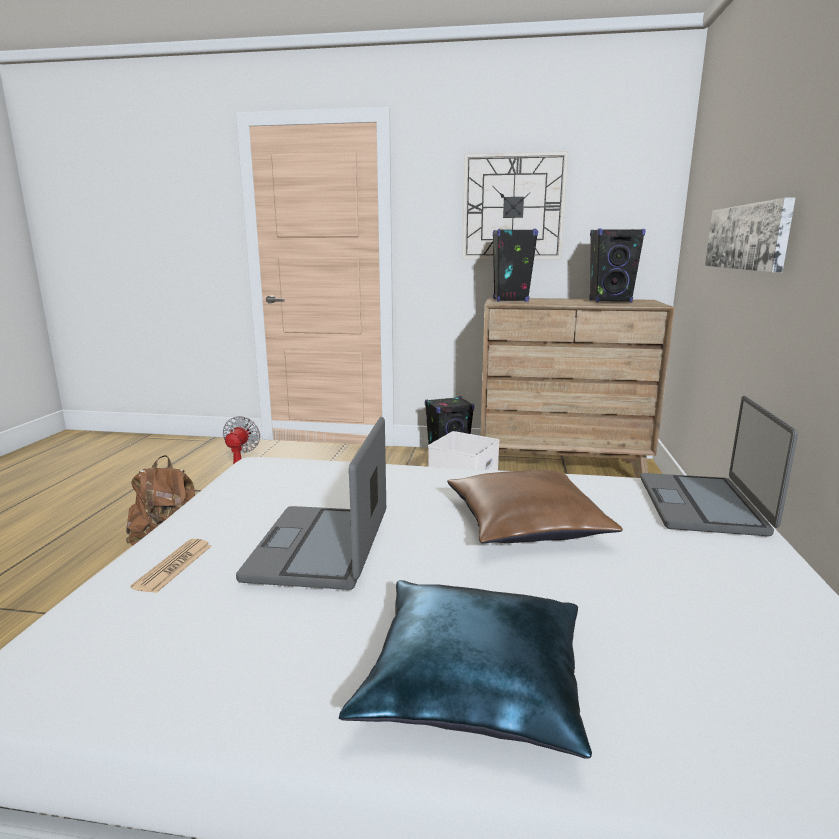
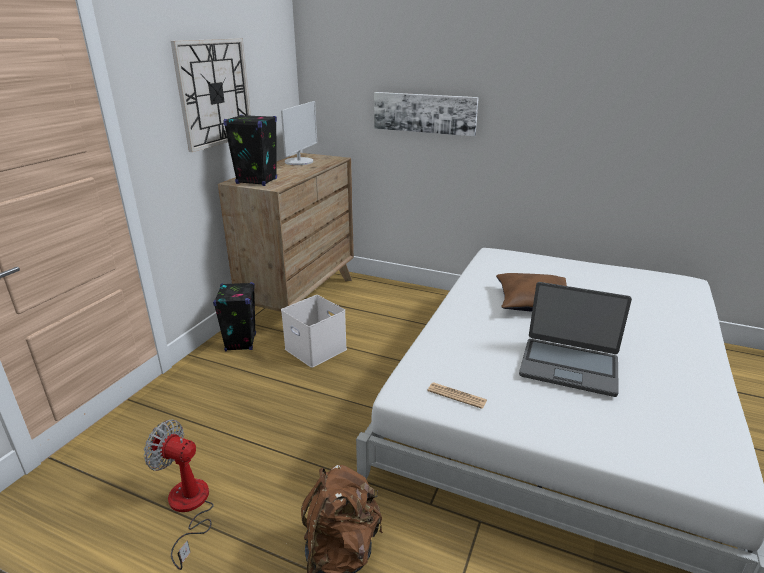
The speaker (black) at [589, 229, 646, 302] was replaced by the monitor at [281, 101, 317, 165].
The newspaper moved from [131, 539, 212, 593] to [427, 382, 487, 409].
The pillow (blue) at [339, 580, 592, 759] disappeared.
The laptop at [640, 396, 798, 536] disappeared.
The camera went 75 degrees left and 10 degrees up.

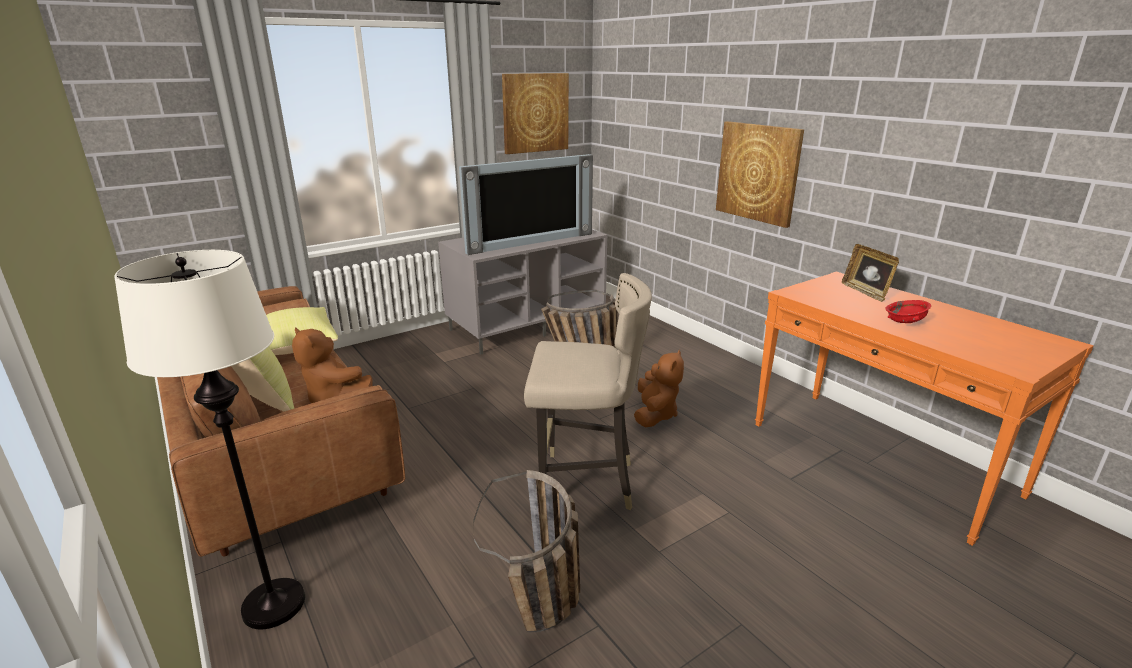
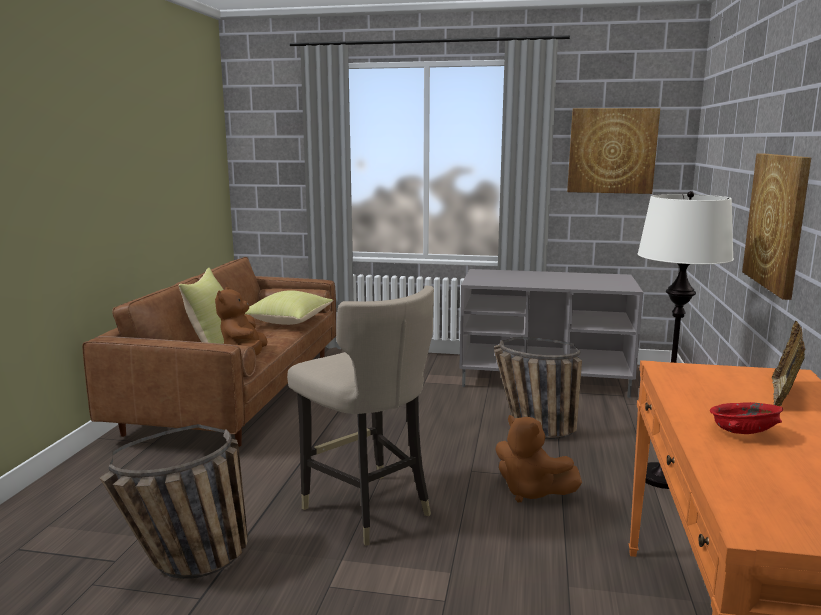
The plush toy (brown) at [634, 350, 684, 427] turned 75 degrees clockwise.
The floor lamp (white) moved from [114, 250, 305, 630] to [637, 191, 734, 489].
The television at [459, 154, 593, 255] disappeared.
The camera went 45 degrees right and 10 degrees down.

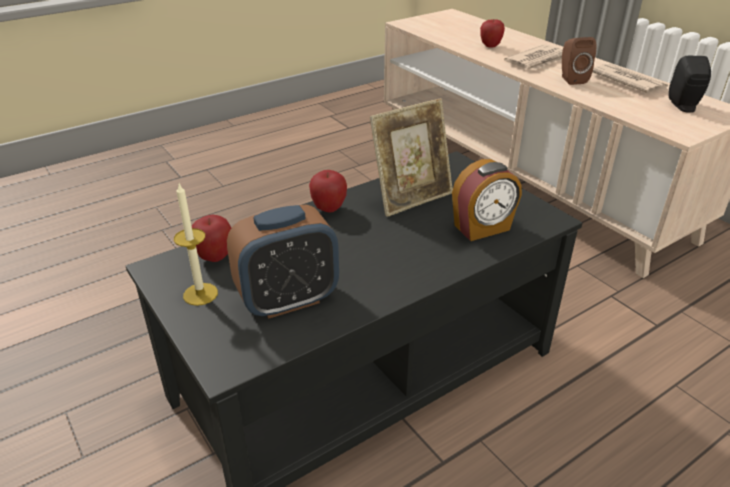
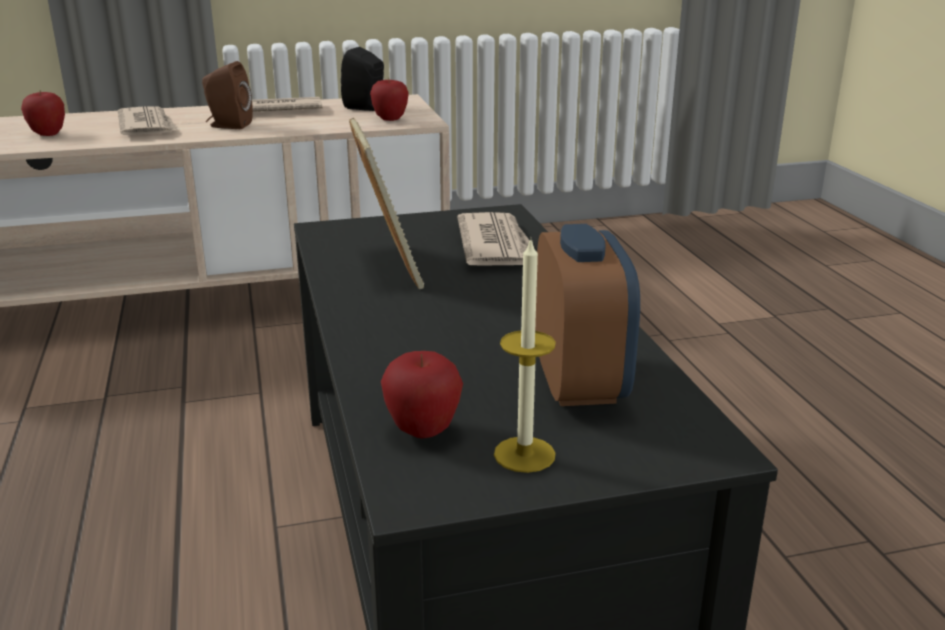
The apple moved from [309, 170, 347, 212] to [370, 78, 409, 121].
The alarm clock at [452, 159, 522, 241] was replaced by the newspaper at [457, 212, 529, 266].
The camera went 70 degrees left and 10 degrees down.

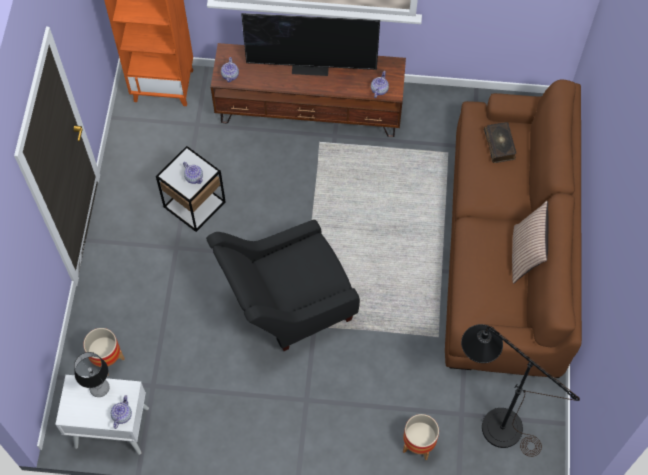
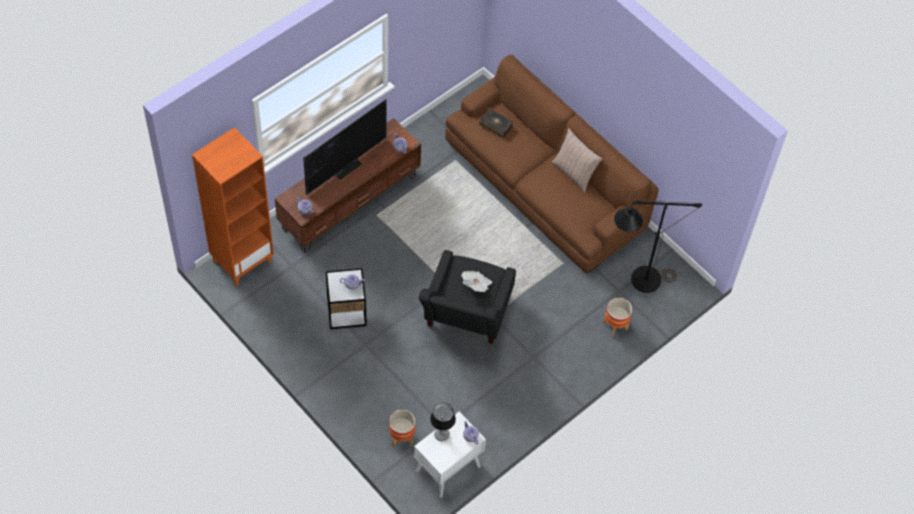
The newspaper at [461, 271, 492, 292] appeared.
The camera went 50 degrees left and 5 degrees down.

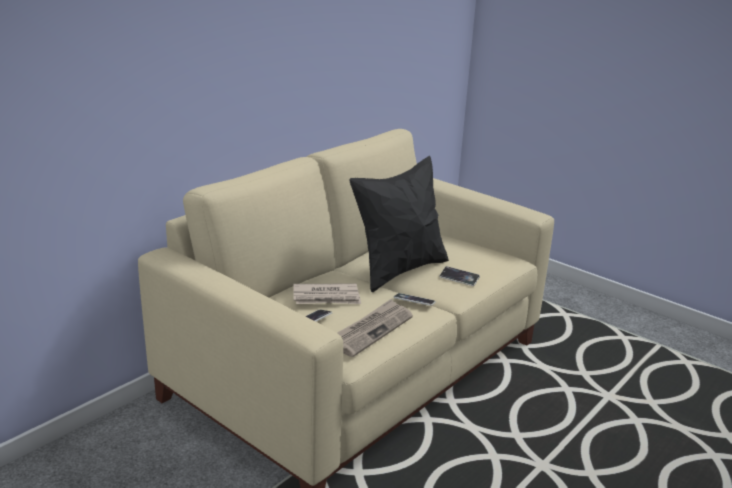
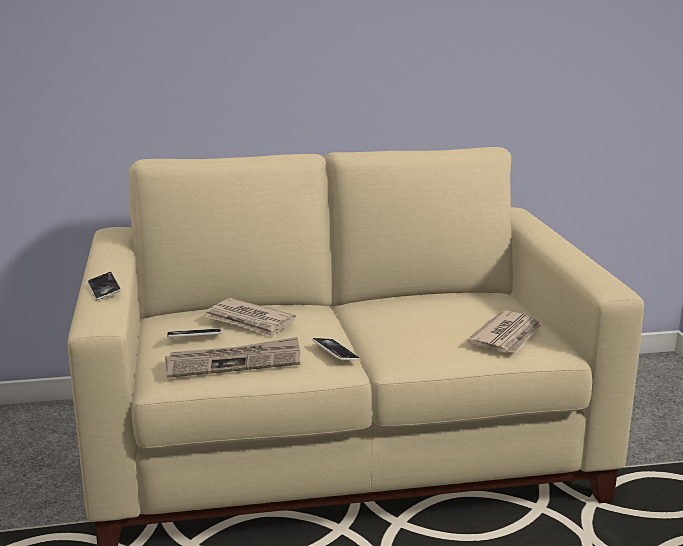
The phone moved from [439, 266, 480, 286] to [88, 272, 122, 300].
The newspaper at [467, 310, 542, 353] appeared.
The pillow (black) at [349, 156, 449, 292] disappeared.
The camera went 40 degrees right and 5 degrees down.

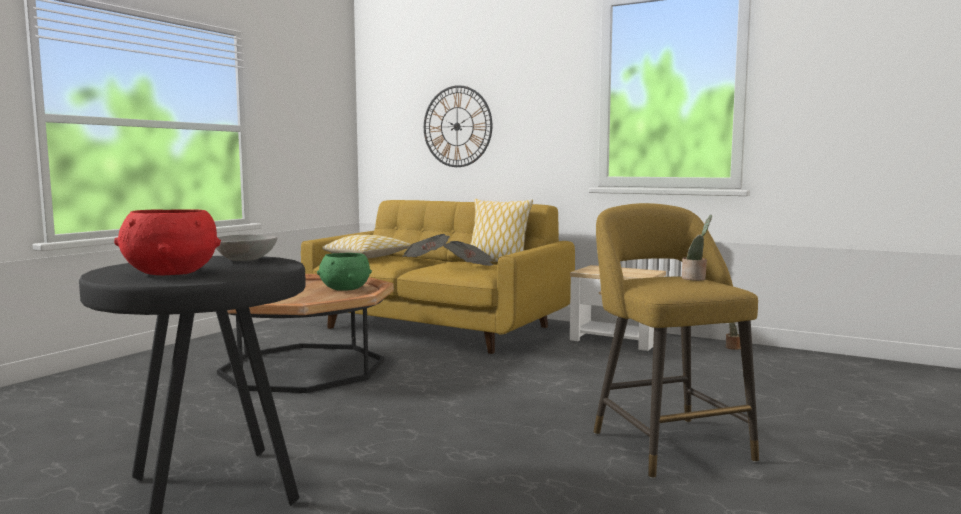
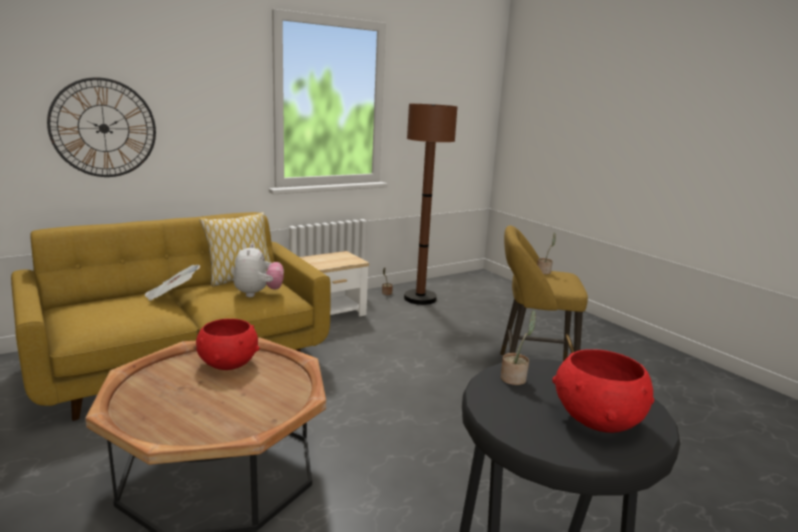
The bowl (green) at [317, 253, 372, 291] became the bowl (red) at [196, 319, 259, 370].
The newspaper at [443, 241, 494, 266] was replaced by the plush toy at [233, 244, 284, 297].
The floor lamp (brown) at [404, 104, 458, 305] appeared.
The bowl (grey) at [216, 234, 277, 261] was replaced by the potted plant at [501, 310, 536, 385].
The pillow at [322, 235, 411, 259] disappeared.
The camera went 65 degrees left and 10 degrees up.

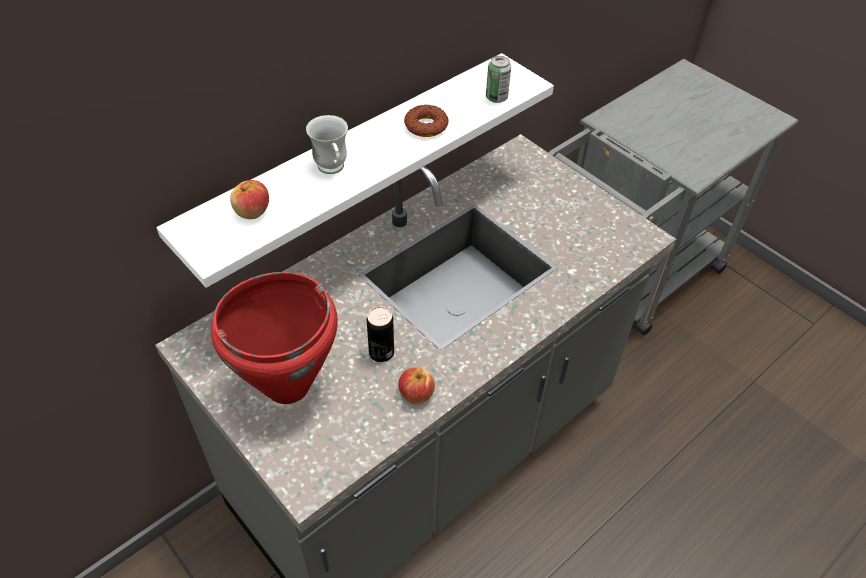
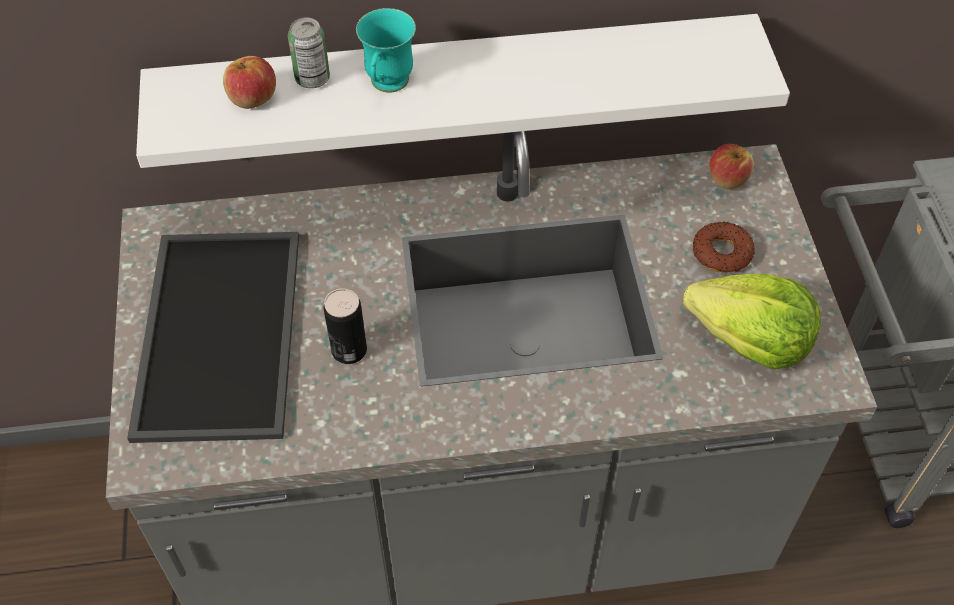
The cooking pot (red) at [211, 272, 338, 404] was replaced by the tray at [127, 232, 299, 443].
The can moved from [486, 56, 511, 103] to [288, 17, 330, 88].
The mug (white) at [306, 115, 348, 174] became the mug (turquoise) at [356, 8, 416, 93].
The lettuce at [683, 274, 821, 370] appeared.
The donut moved from [404, 104, 449, 137] to [693, 222, 755, 273].
The apple moved from [398, 367, 435, 405] to [709, 144, 754, 189].
The camera went 35 degrees right and 5 degrees up.

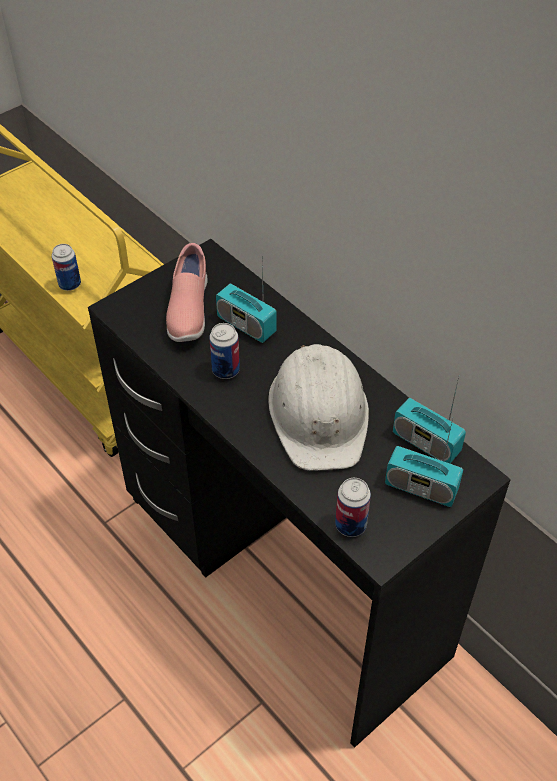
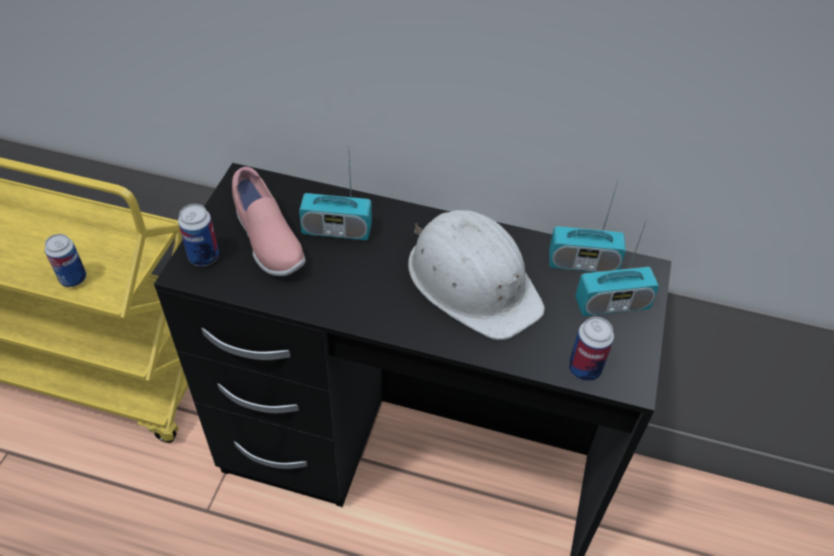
The can moved from [209, 323, 240, 379] to [178, 204, 219, 266].
The camera went 35 degrees left and 0 degrees up.

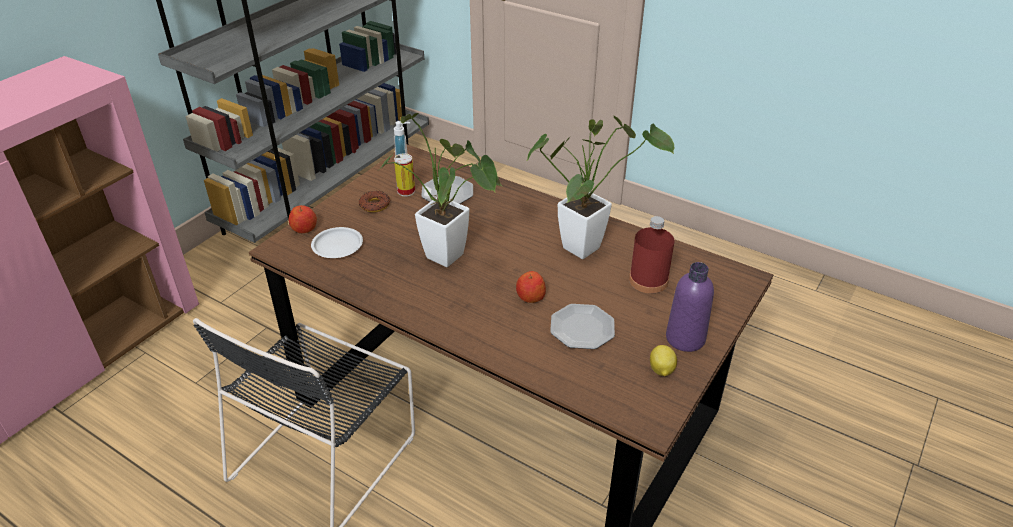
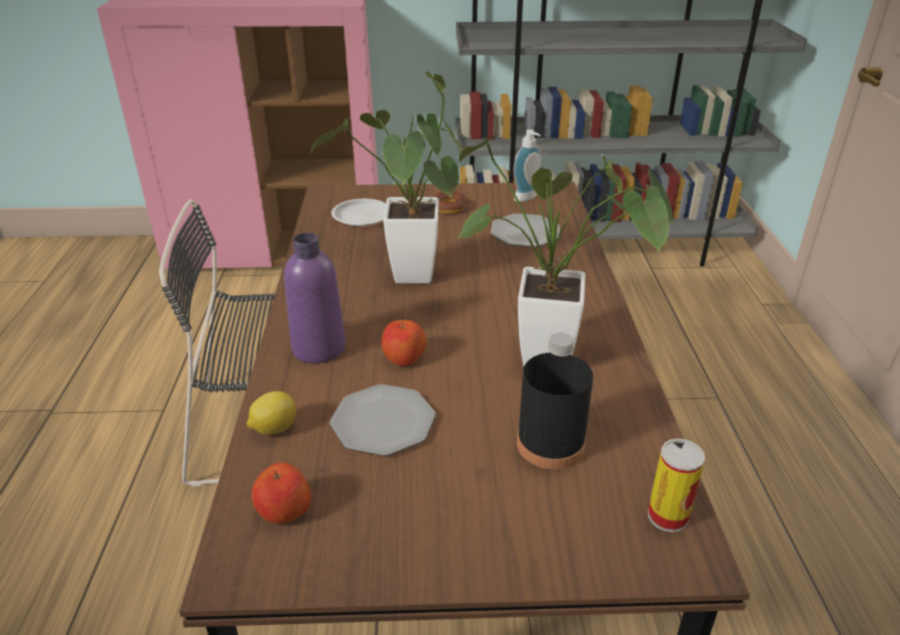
The lemon moved from [650, 345, 677, 376] to [247, 391, 296, 435].
The apple moved from [289, 205, 317, 233] to [252, 462, 311, 524].
The bottle (purple) moved from [666, 262, 714, 352] to [284, 233, 346, 363].
The bottle (red) at [629, 216, 675, 293] became the bottle (black) at [517, 332, 593, 469].
The can moved from [394, 153, 415, 197] to [648, 438, 705, 532].
The camera went 55 degrees right and 5 degrees down.

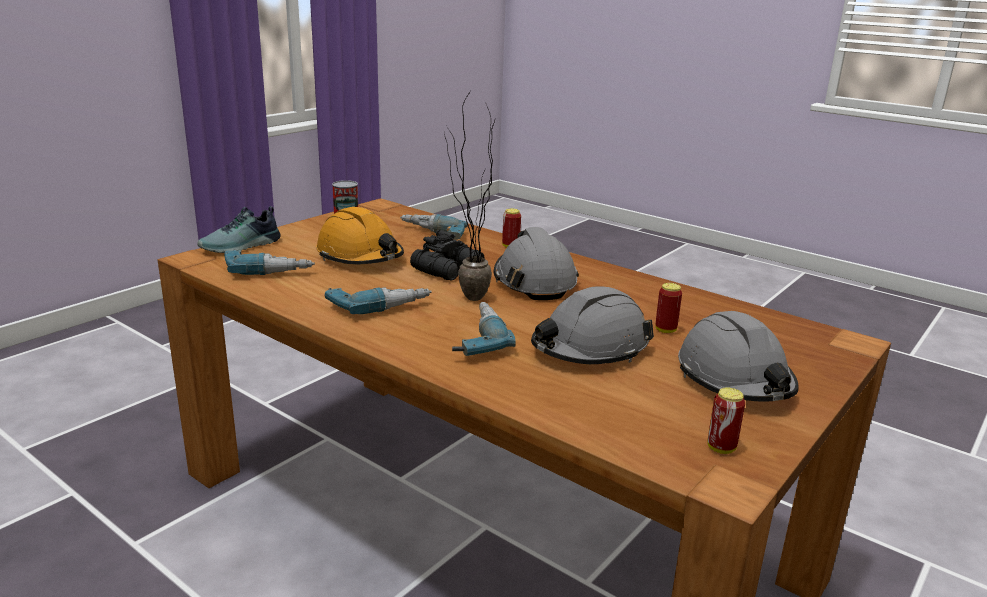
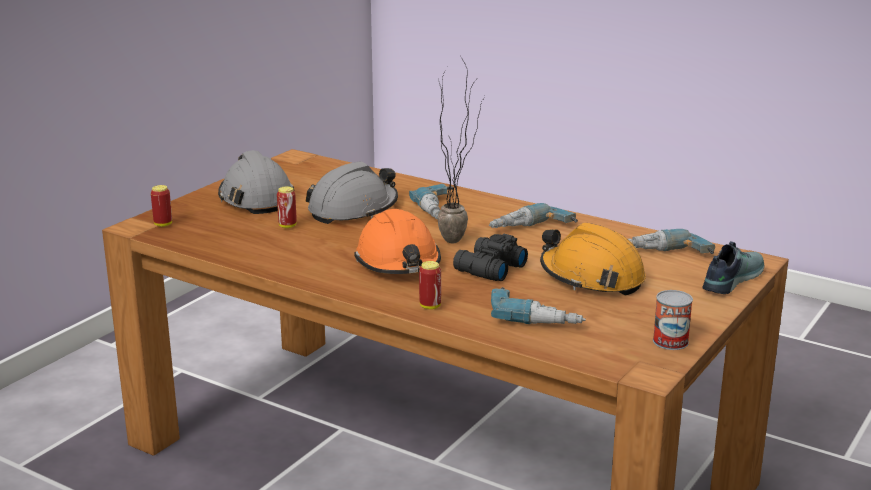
The can moved from [708, 388, 745, 454] to [151, 185, 172, 227].
The hard hat (grey) at [494, 227, 579, 300] became the hard hat (orange) at [354, 209, 441, 274].
The camera went 175 degrees right and 0 degrees up.

